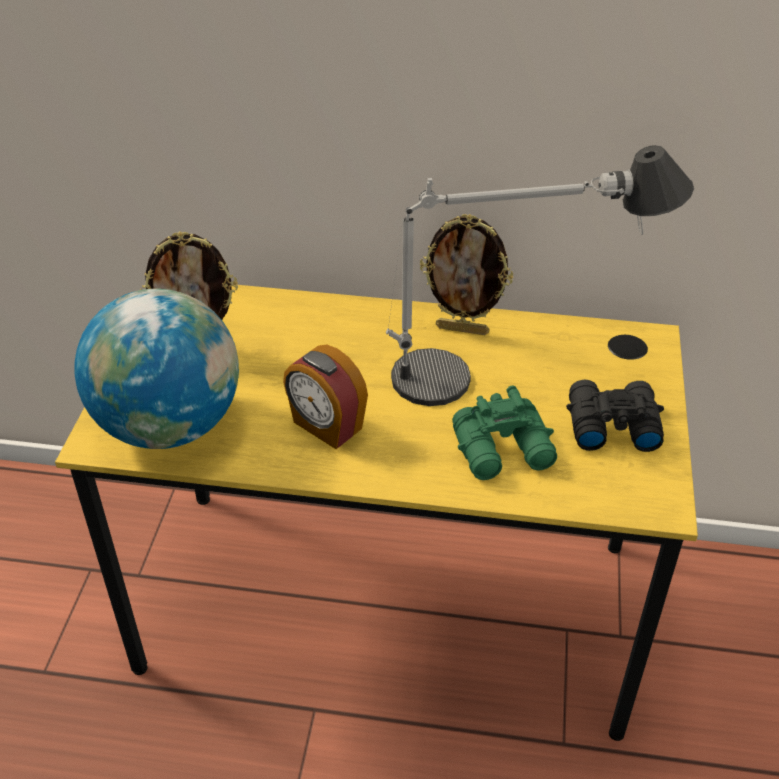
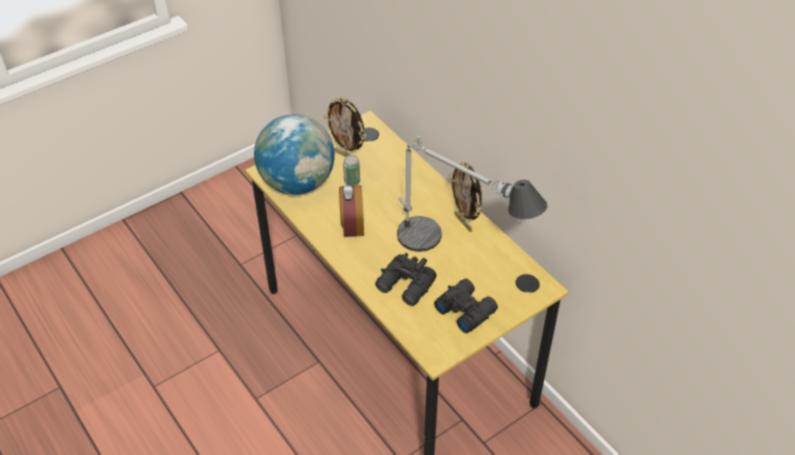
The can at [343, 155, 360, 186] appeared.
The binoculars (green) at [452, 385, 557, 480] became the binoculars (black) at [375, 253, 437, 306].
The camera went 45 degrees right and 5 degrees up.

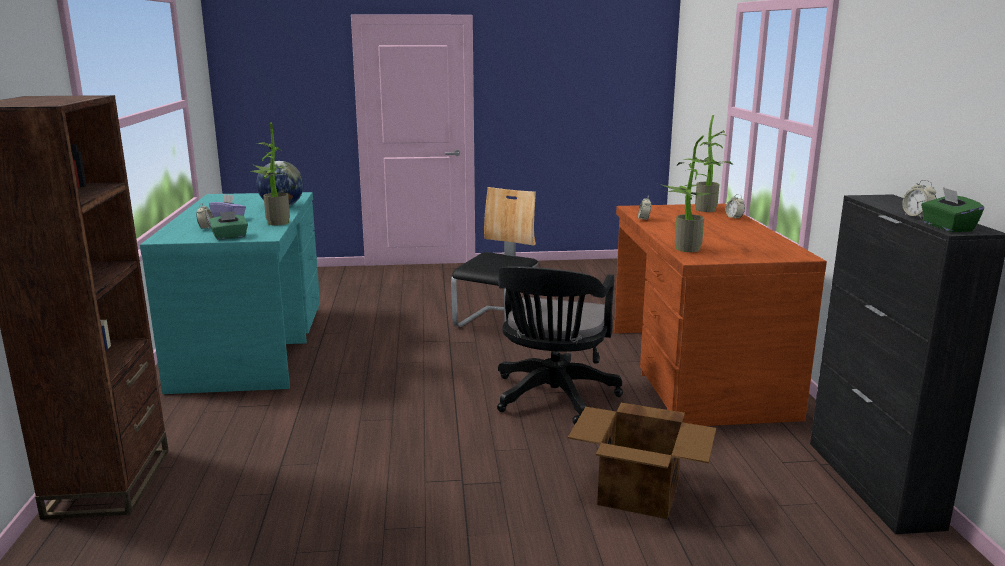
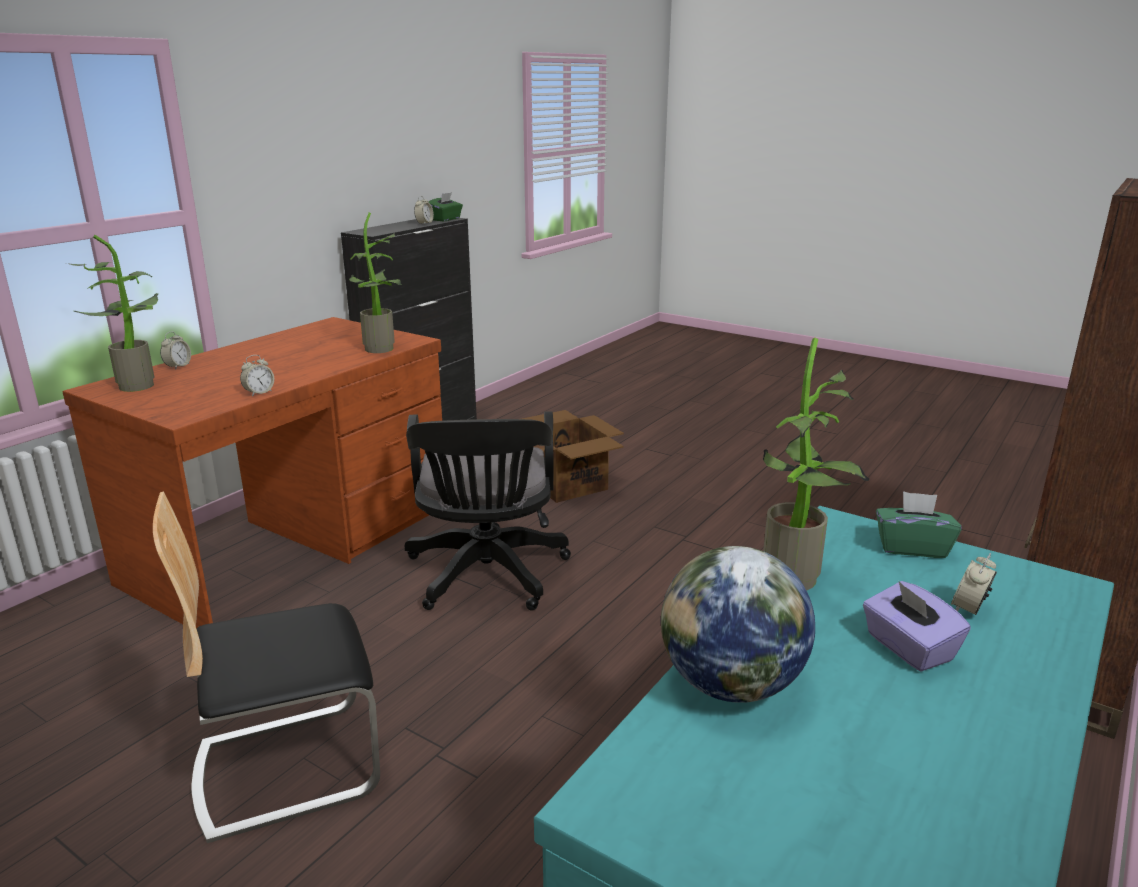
The office chair (black) at [497, 266, 623, 425] turned 120 degrees clockwise.
The camera went 140 degrees left and 5 degrees up.

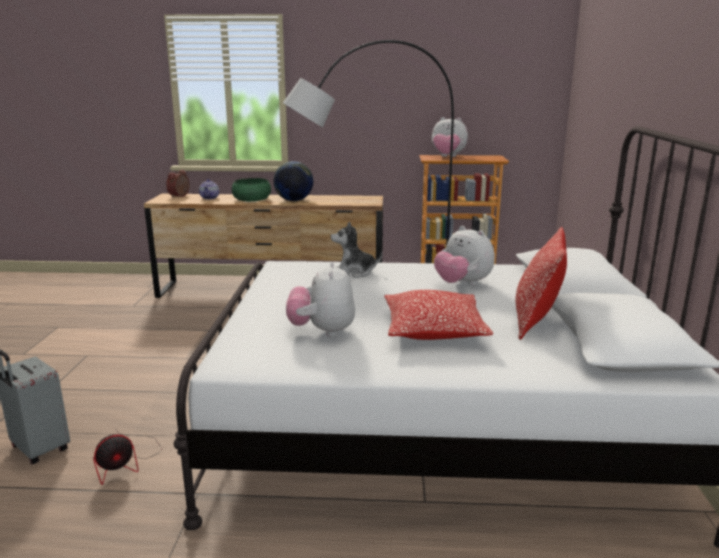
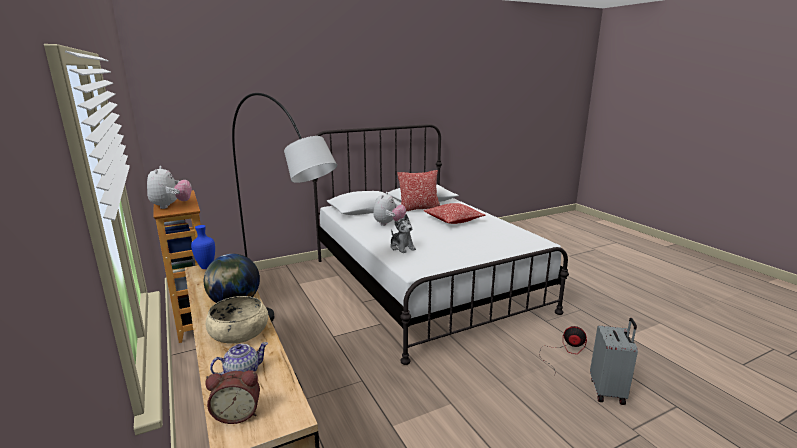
The vase (blue) at [191, 225, 215, 269] appeared.
The bowl (green) at [232, 178, 271, 202] became the bowl (beige) at [205, 296, 268, 344].
The plush toy at [286, 262, 355, 337] disappeared.
The camera went 120 degrees left and 0 degrees up.

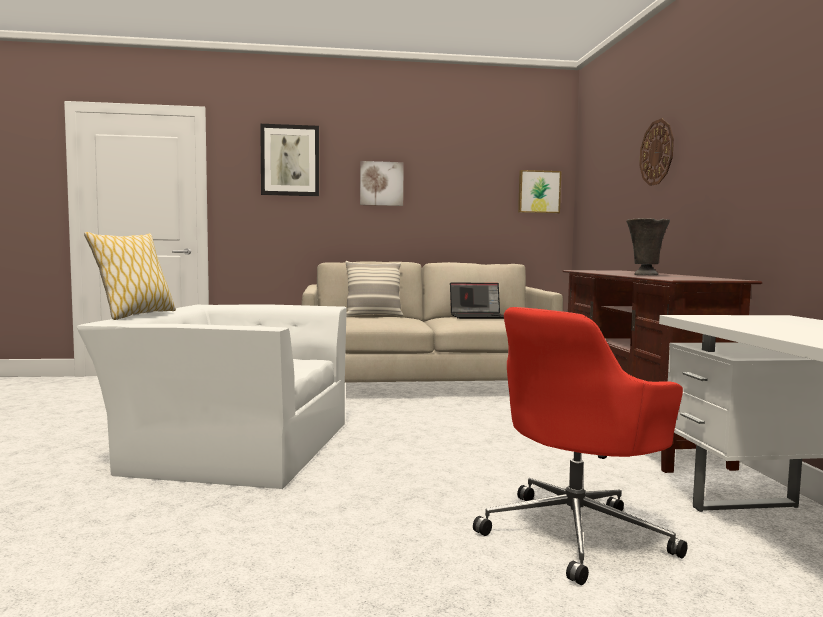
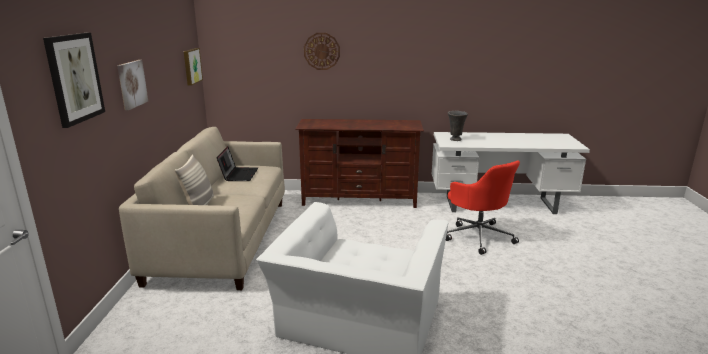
The vase (grey) moved from [626, 218, 670, 275] to [448, 111, 468, 141].
The pillow at [84, 232, 176, 320] disappeared.
The camera went 80 degrees left and 15 degrees up.

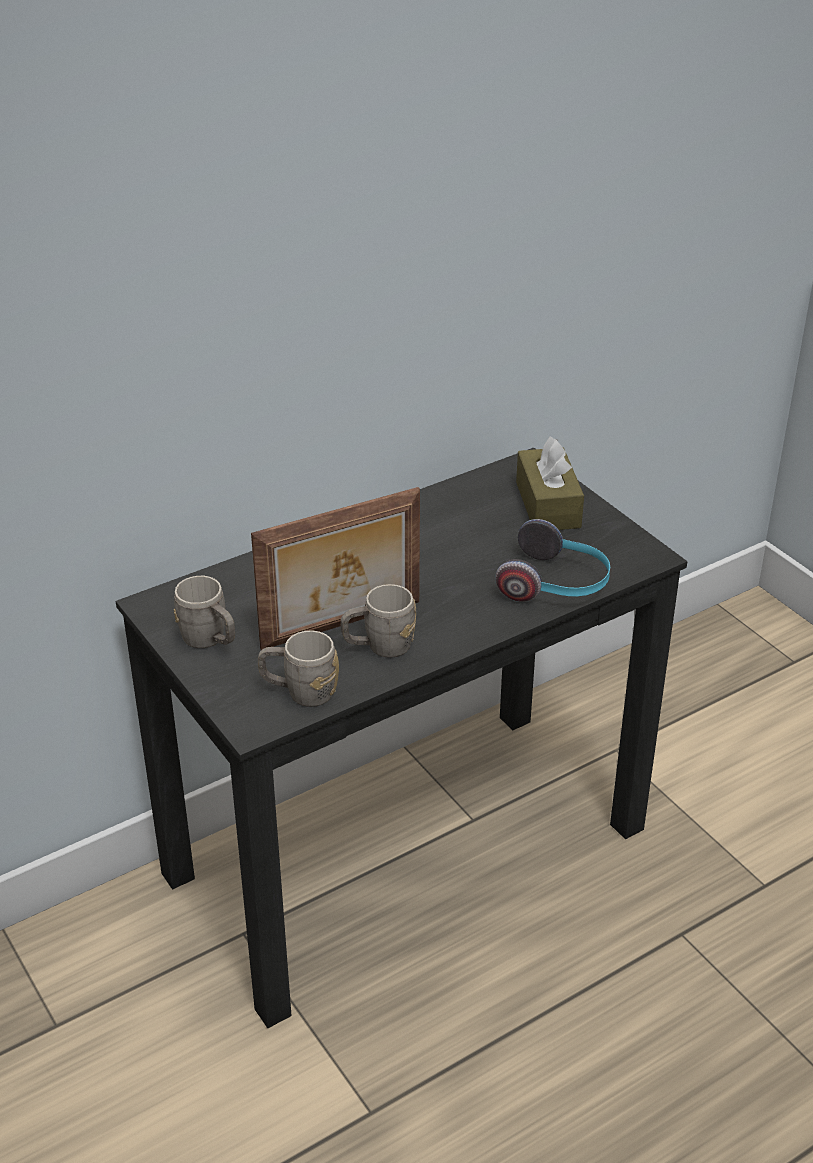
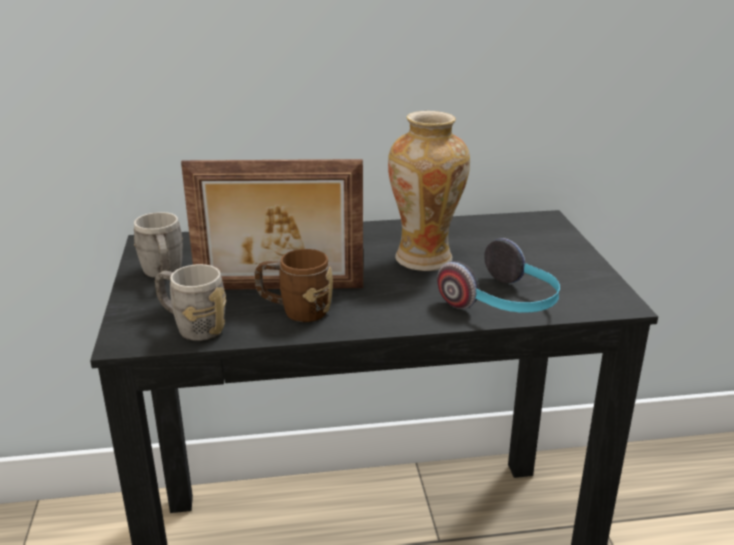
The mug (grey) at [341, 584, 416, 658] became the mug (brown) at [255, 249, 333, 322].
The vase at [388, 111, 470, 271] appeared.
The tissue box (brown) at [516, 437, 584, 530] disappeared.
The camera went 25 degrees right and 10 degrees down.

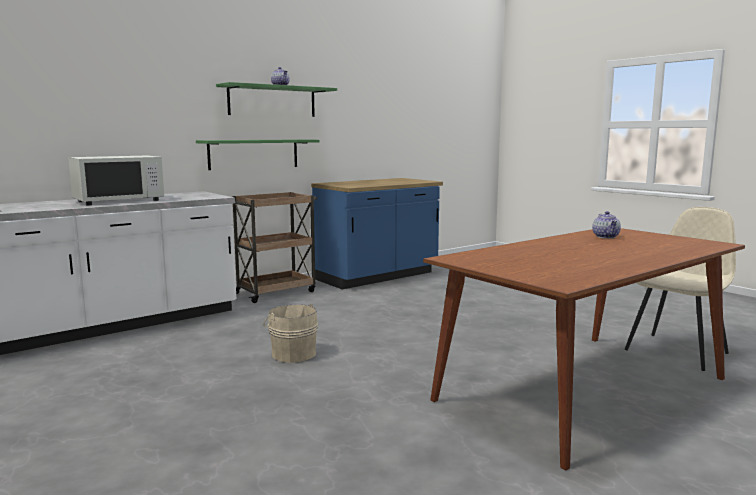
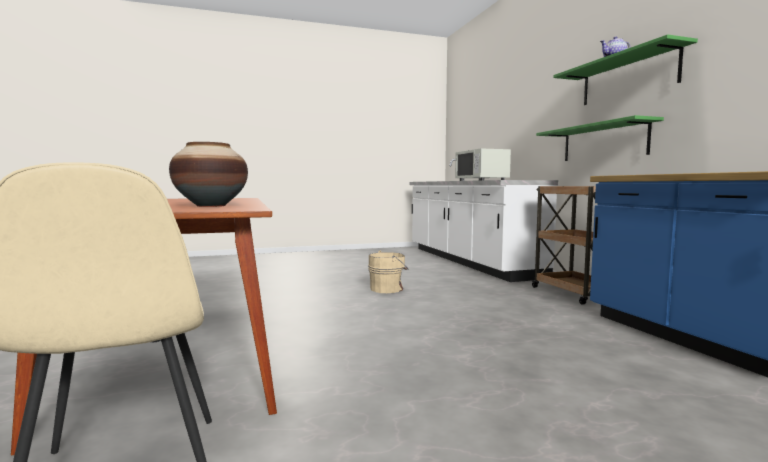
The teapot at [592, 211, 621, 238] was replaced by the vase at [169, 142, 248, 207].
The camera went 110 degrees right and 5 degrees down.

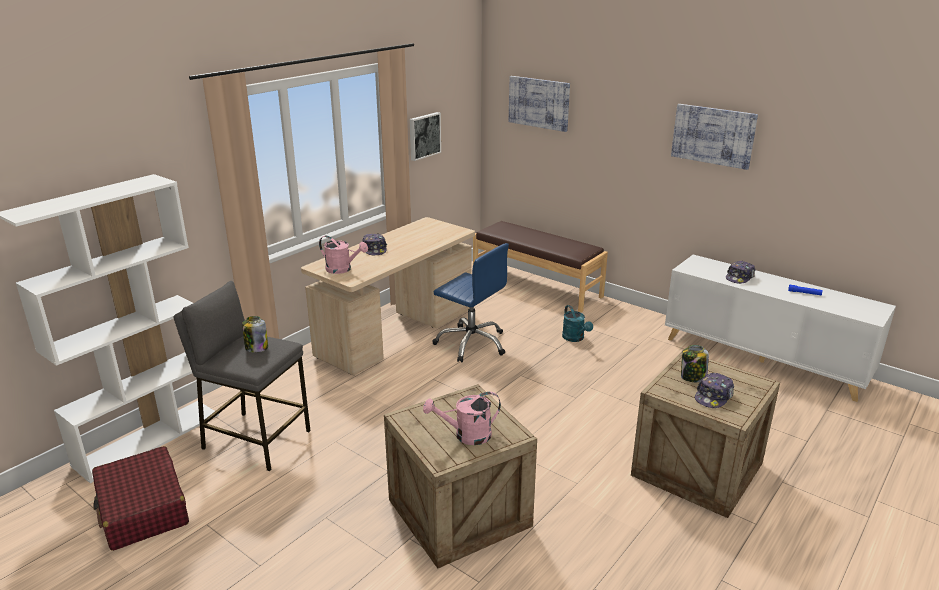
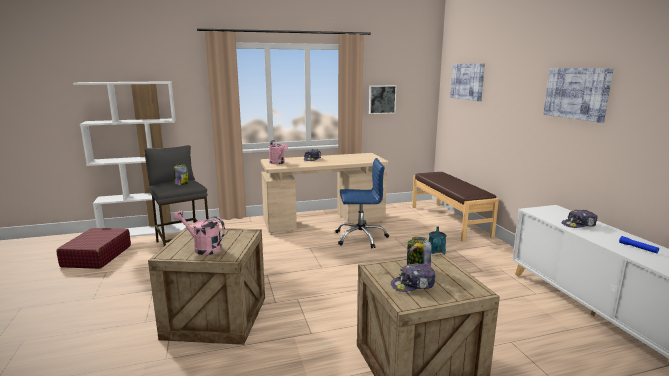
The office chair (blue) at [432, 243, 509, 362] turned 75 degrees counterclockwise.
The camera went 35 degrees right and 10 degrees down.

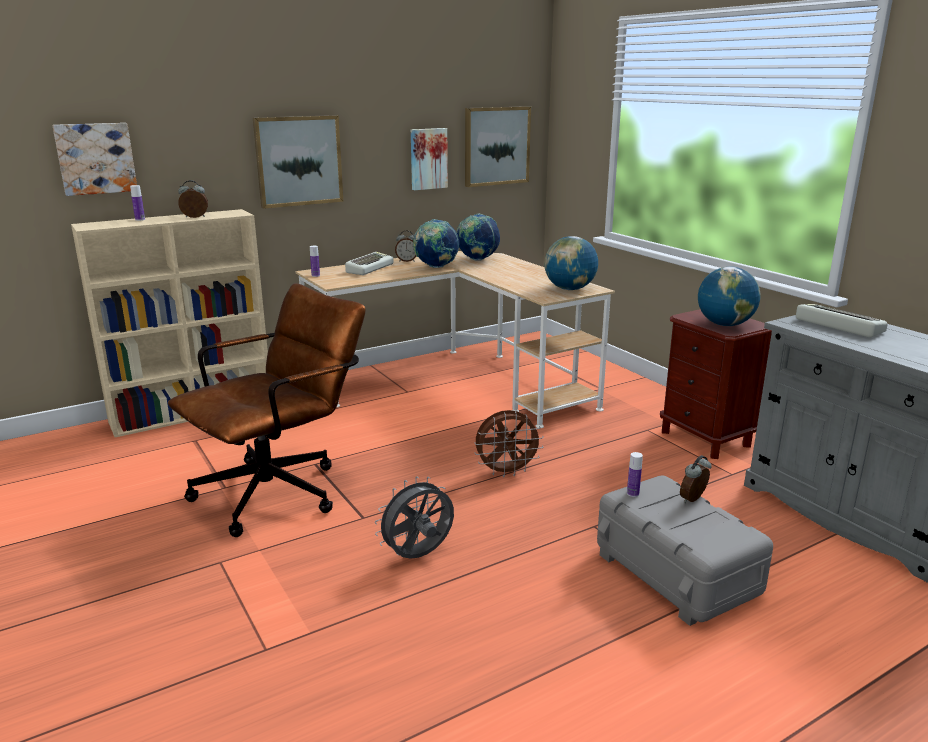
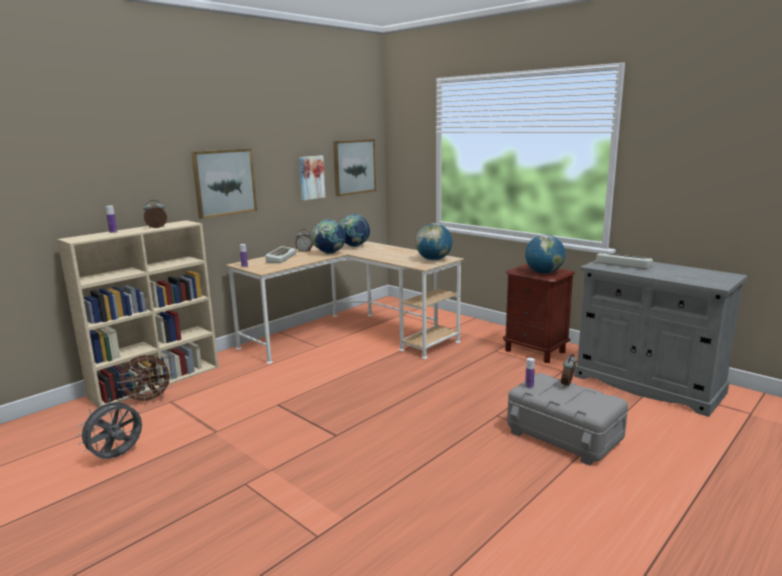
The fan (grey) moved from [375, 476, 454, 559] to [77, 398, 142, 459].
The fan (brown) moved from [474, 410, 544, 477] to [117, 355, 172, 405].
The picture at [52, 123, 137, 196] disappeared.
The office chair (brown) at [168, 283, 365, 537] disappeared.
The camera went 15 degrees left and 5 degrees down.

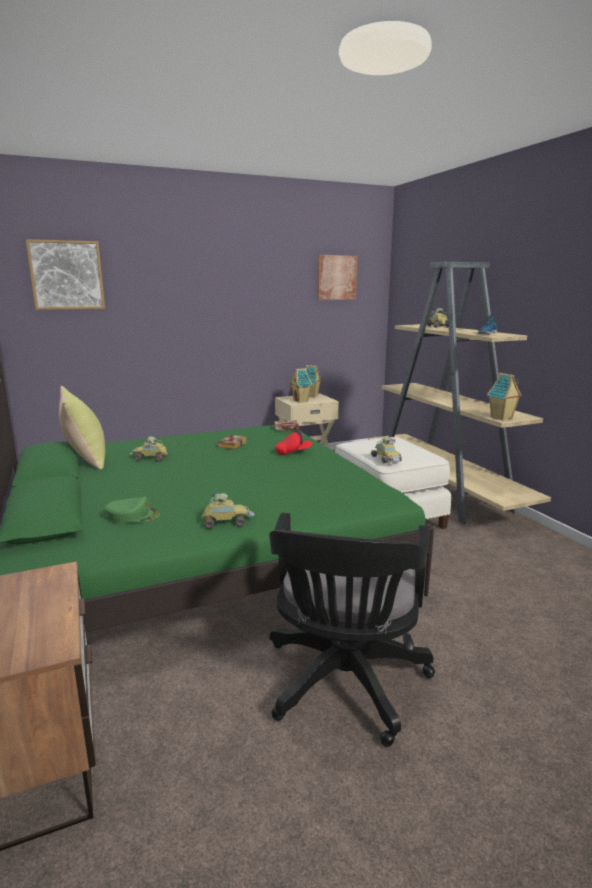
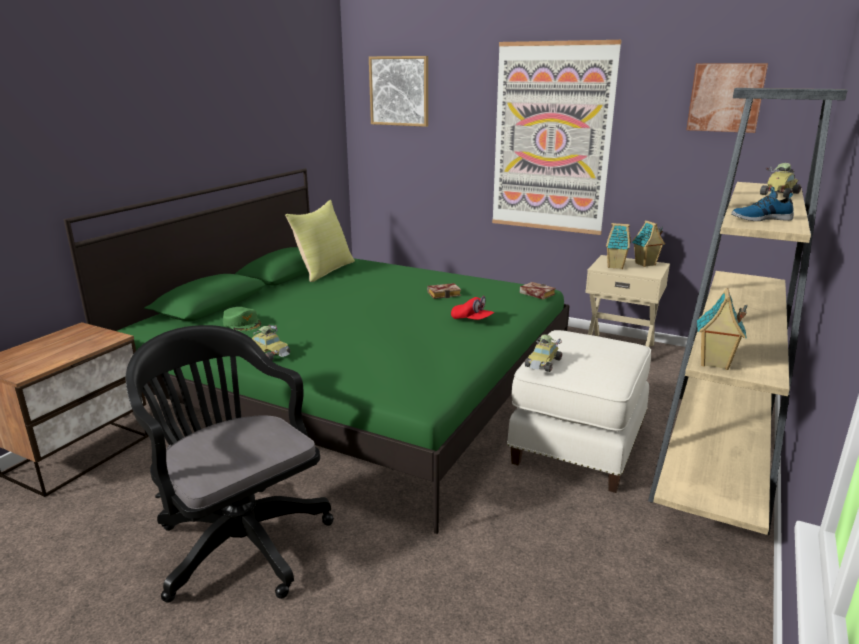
The office chair (black) at [269, 513, 435, 747] turned 75 degrees clockwise.
The picture at [492, 40, 622, 235] appeared.
The toy car at [130, 436, 169, 461] disappeared.
The camera went 50 degrees right and 5 degrees up.

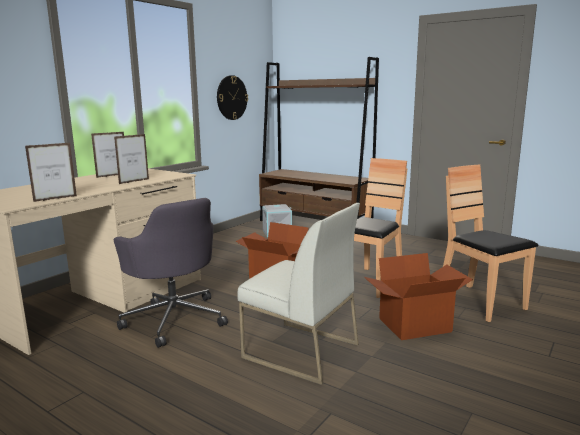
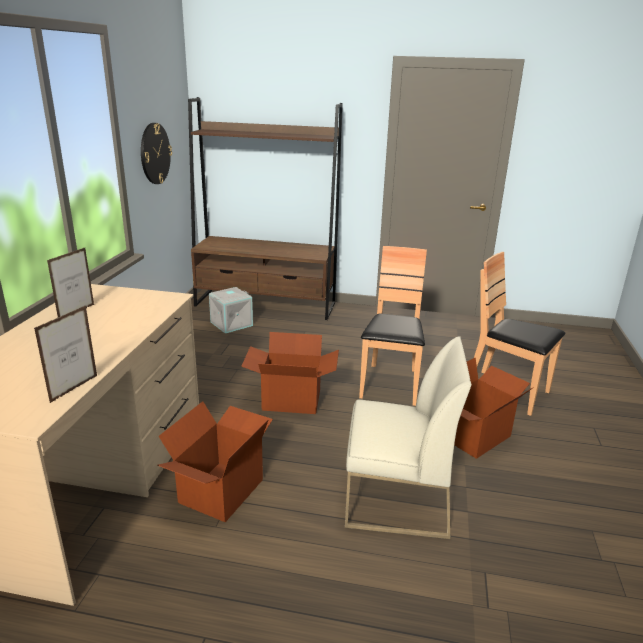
The office chair (grey) at [113, 198, 228, 348] was replaced by the cardboard box at [157, 401, 273, 522].
The picture frame at [114, 134, 149, 184] disappeared.
The camera went 25 degrees left and 10 degrees up.

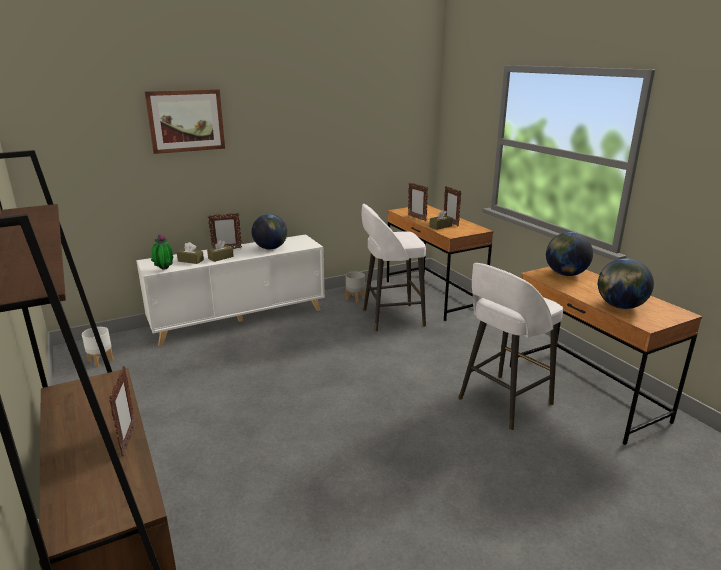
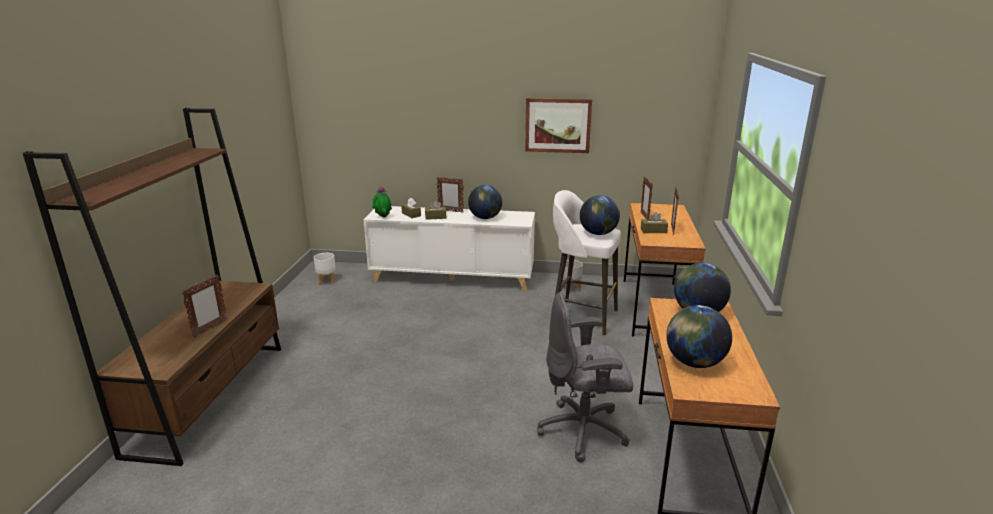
The picture moved from [145, 89, 225, 154] to [525, 98, 592, 153].
The stool (white) at [458, 263, 563, 430] was replaced by the office chair (grey) at [537, 292, 633, 463].
The globe at [580, 195, 620, 235] appeared.
The camera went 35 degrees right and 0 degrees up.

